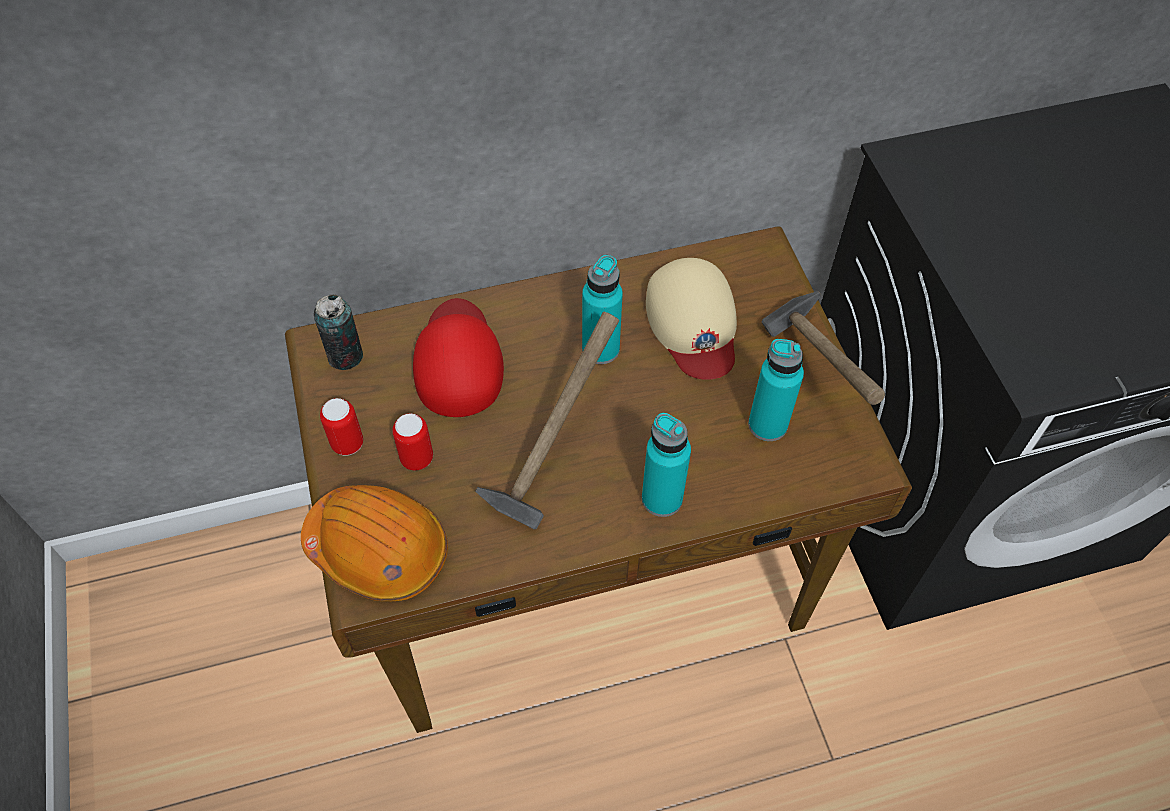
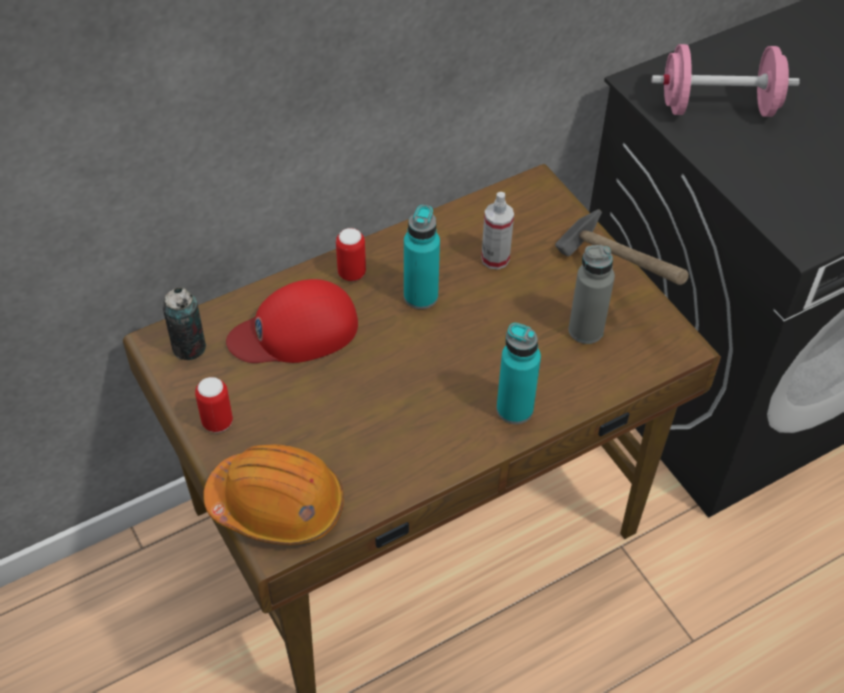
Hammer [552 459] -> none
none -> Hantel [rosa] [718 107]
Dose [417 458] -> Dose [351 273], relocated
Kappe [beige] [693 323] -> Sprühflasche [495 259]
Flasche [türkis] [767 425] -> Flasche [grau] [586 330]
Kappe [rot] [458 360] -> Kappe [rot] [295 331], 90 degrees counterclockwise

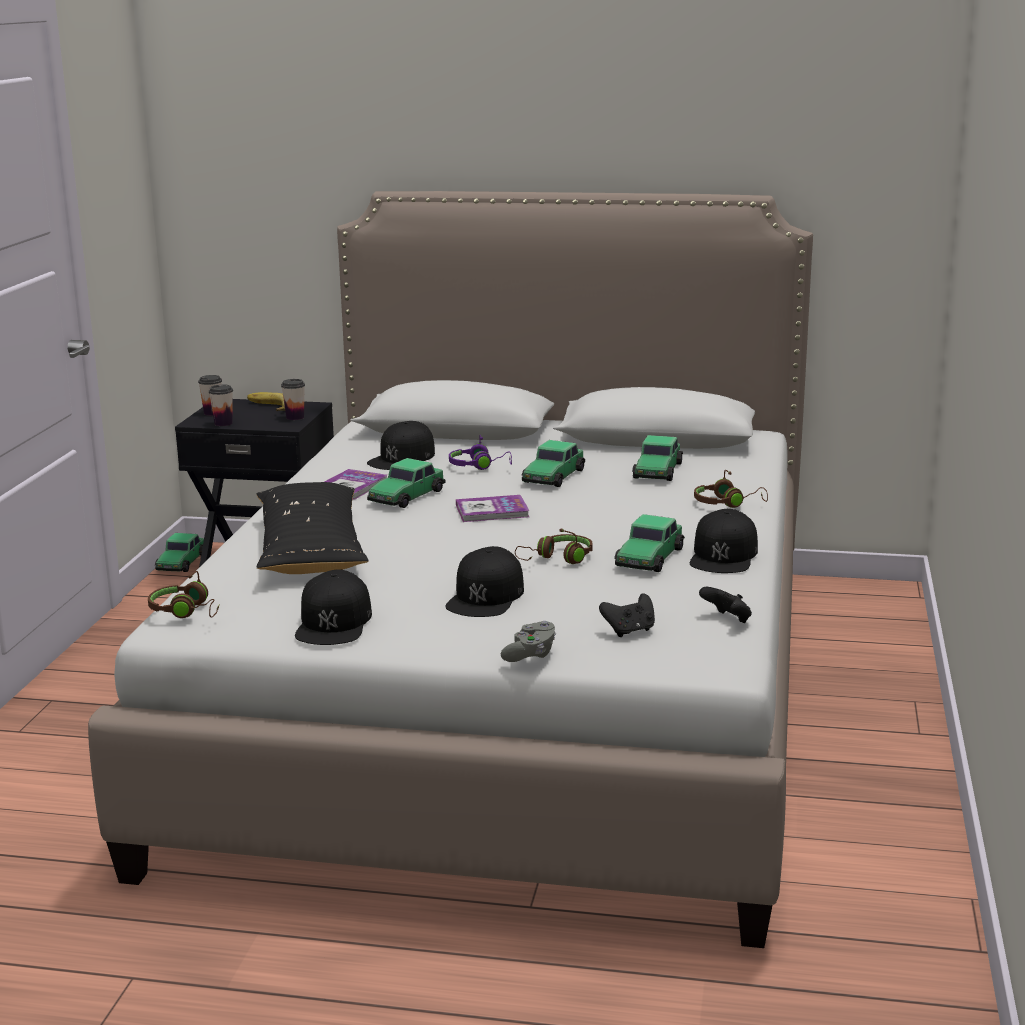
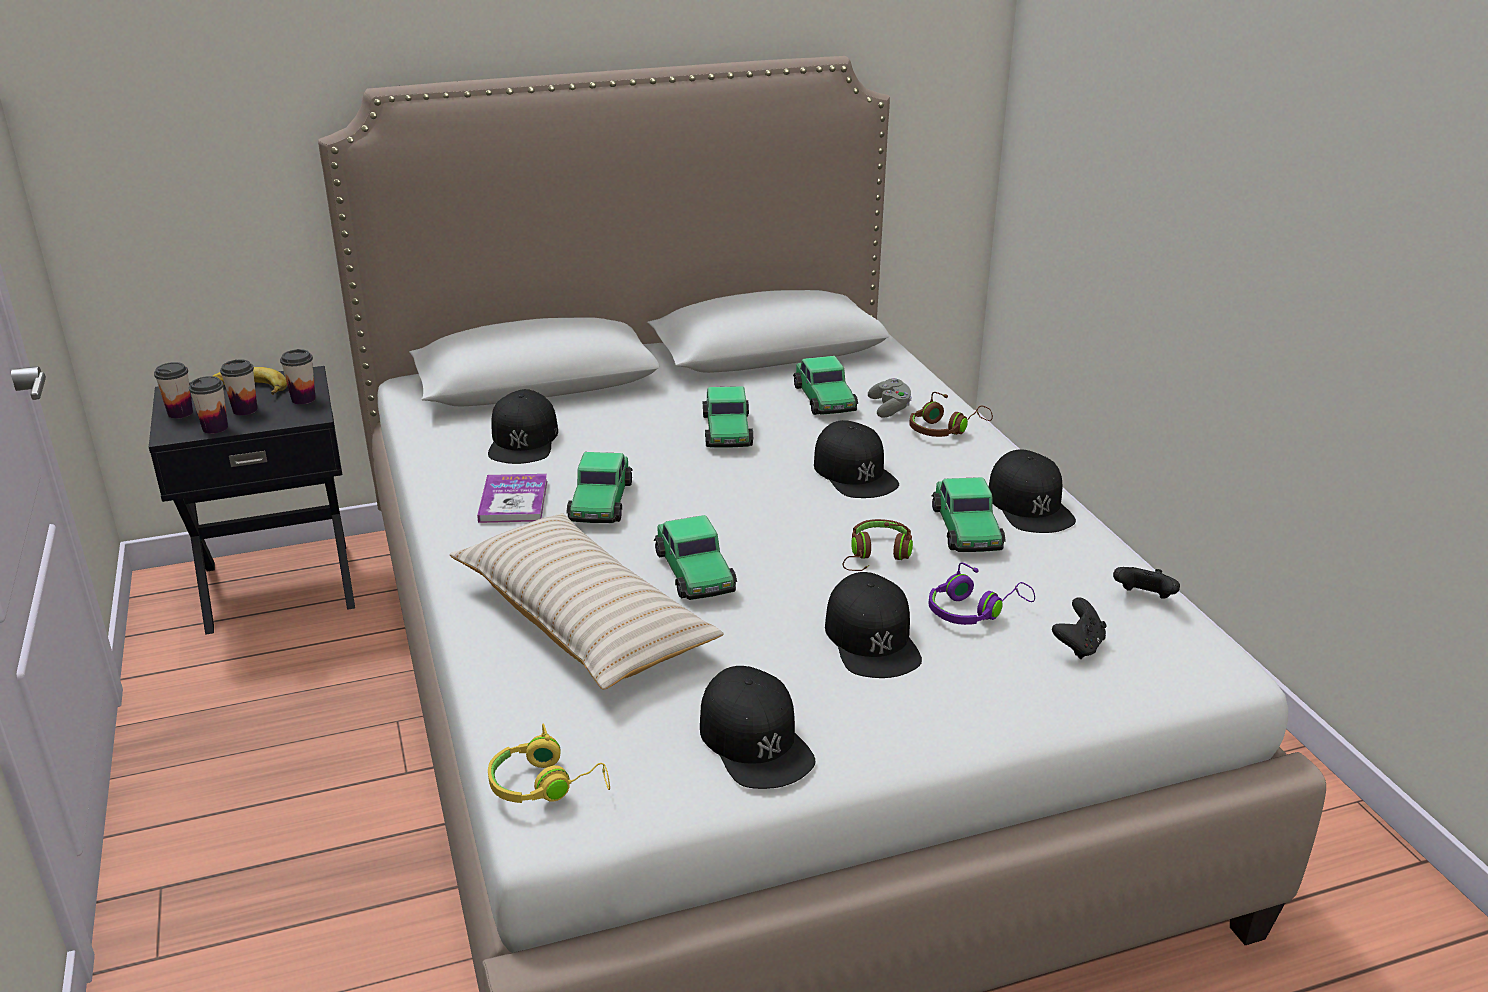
Buch [492 511] -> none
none -> Tasse [245 410]
none -> Kappe [schwarz] [855 472]
Spielzeugauto [181 563] -> Spielzeugauto [694 571], relocated
Kopfhörer [lila] [479 466] -> Kopfhörer [lila] [974 610], relocated
Gamepad [grau] [530 654] -> Gamepad [grau] [890 408], relocated
Kopfhörer [braun] [187 611] -> Kopfhörer [gelb] [547 784]
Kissen [schwarz] [310 549] -> Kissen [beige] [582 621]

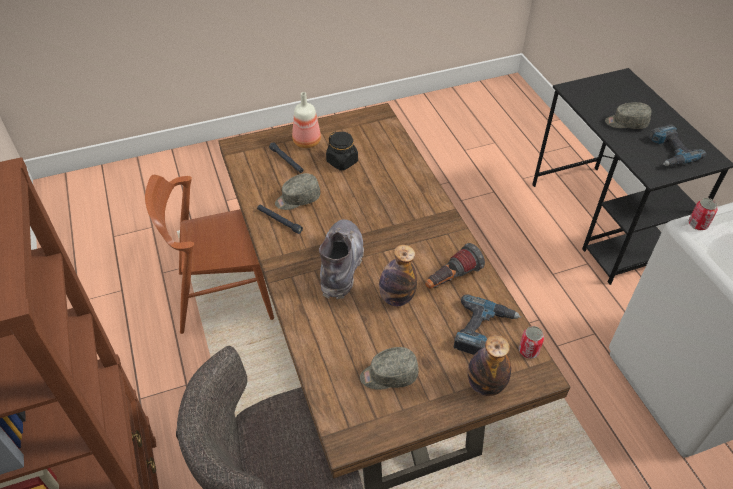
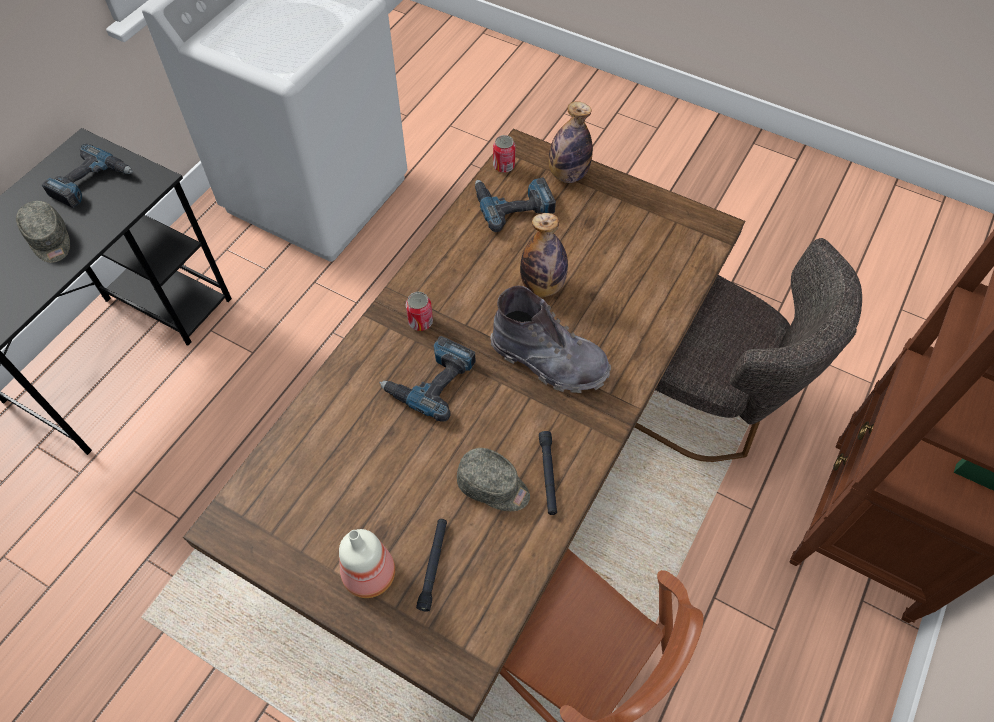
Vorratsglas [schwarz] [342 162] -> none
Kappe [grau] [388 375] -> none
Taschenlampe [451 279] -> none
none -> Bohrmaschine [431 380]
Dose [697 224] -> Dose [420 322], relocated
Stiefel [grau] [341 265] -> Stiefel [grau] [549 361], 120 degrees counterclockwise

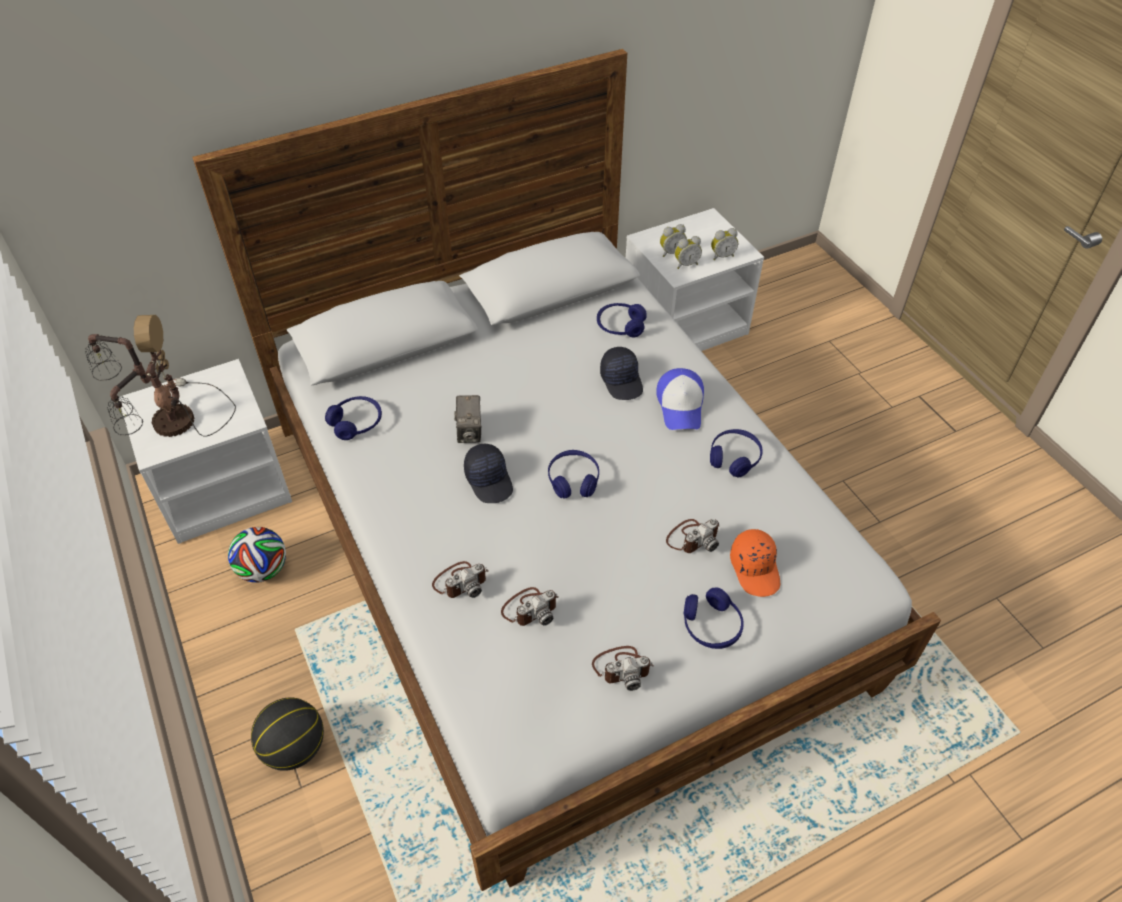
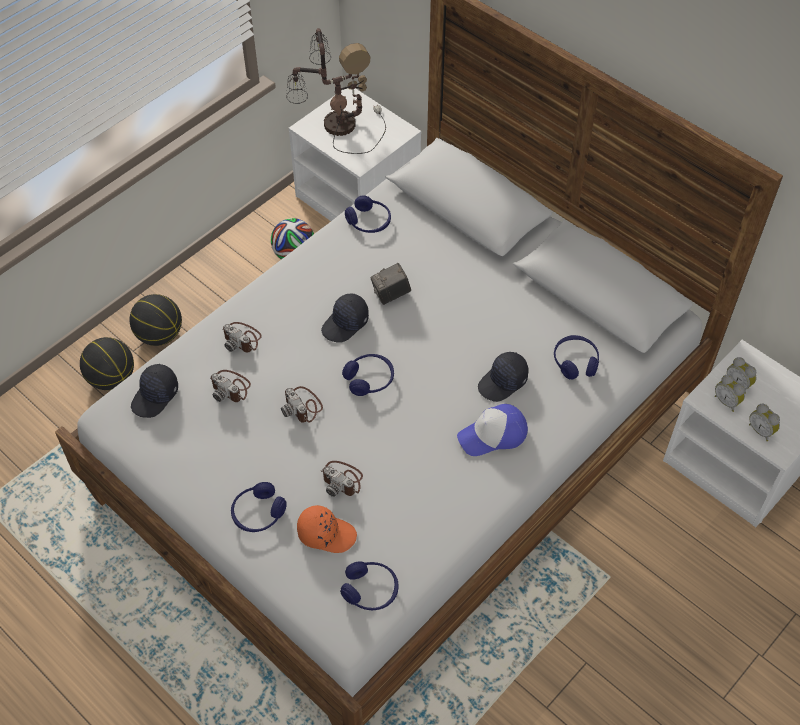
none -> Basketball [112 378]
none -> Kappe [schwarz] [155 396]
Kamera [622 667] -> Kamera [303 406], relocated
Kopfhörer [blau] [734 458] -> Kopfhörer [blau] [370 590], relocated
Kappe [orange] [755 569] -> Kappe [orange] [326 533], 135 degrees counterclockwise

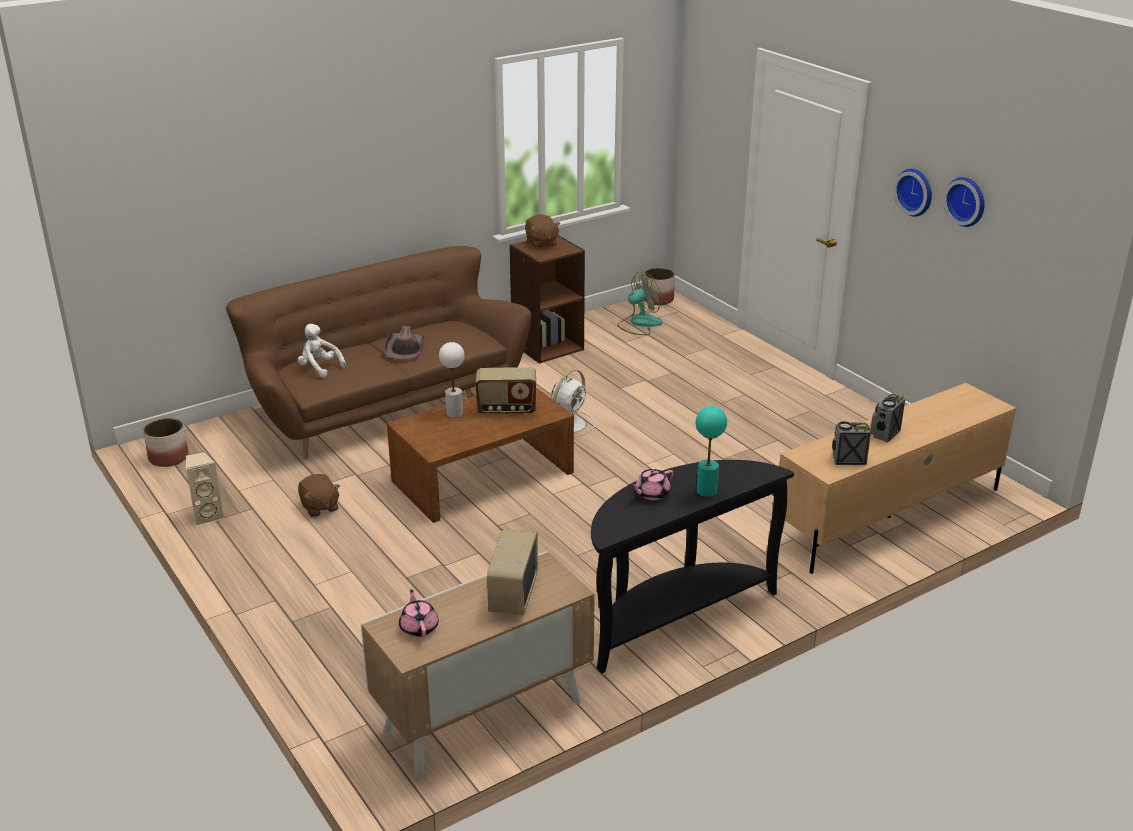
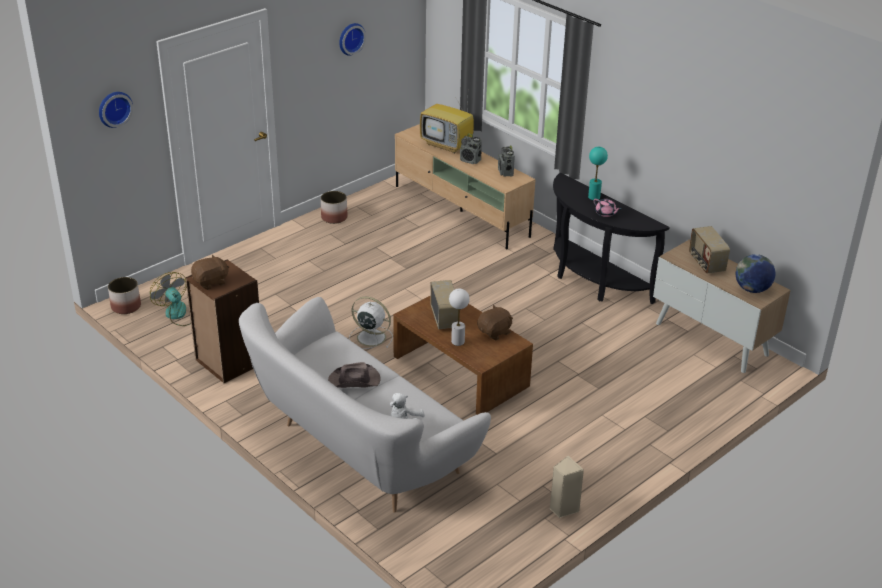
none -> Fernseher [447 145]
Pflanzkübel [168 457] -> Pflanzkübel [334 218], relocated
Plüschtier [braun] [319 507] -> Plüschtier [braun] [495 332], relocated
Wanduhr [916 191] -> Wanduhr [114 108], relocated
Teekanne [rosa] [419 627] -> Globus [752 289]
Sofa [braun] [384 406] -> Sofa [weiß] [357 443]
Radio [512 594] -> Radio [706 263], 75 degrees clockwise

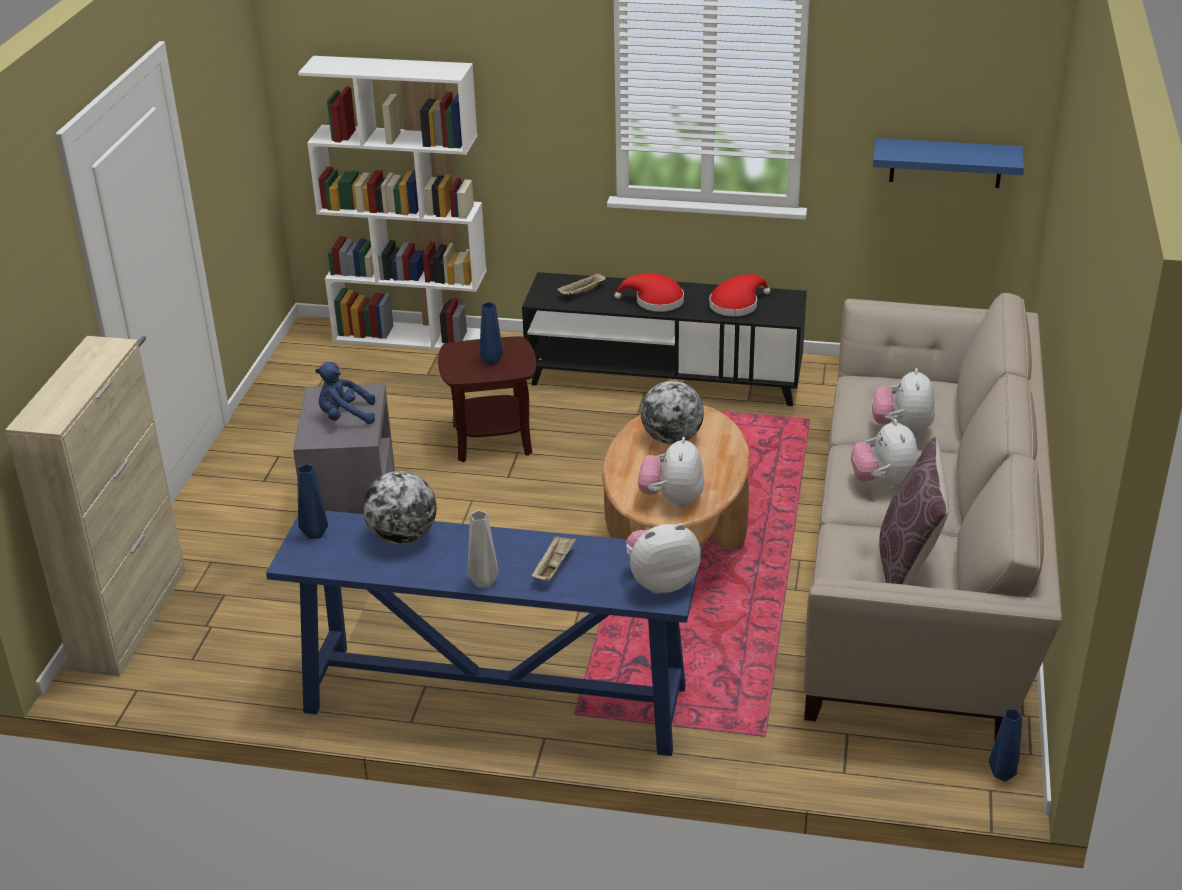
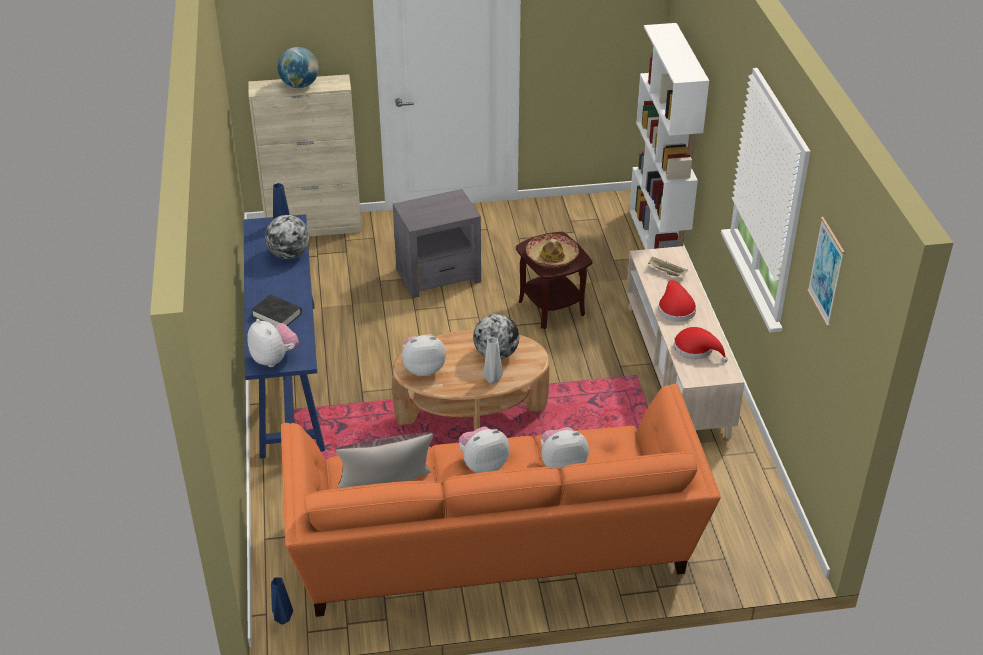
Plüschtier [blau] [345 417] -> none
Wandregal [blau] [946 163] -> none
none -> Globus [300 85]
none -> Bild [826 271]
Vase [grau] [484 583] -> Vase [grau] [491 380], relocated
Vase [blau] [493 361] -> Hut [552 256]
Tablett [beige] [554 567] -> Buch [schwarz] [277 315]
Fernsehschrank [schwarz] [664 378] -> Fernsehschrank [beige] [676 369]
Sofa [beige] [923 571] -> Sofa [orange] [493 549]

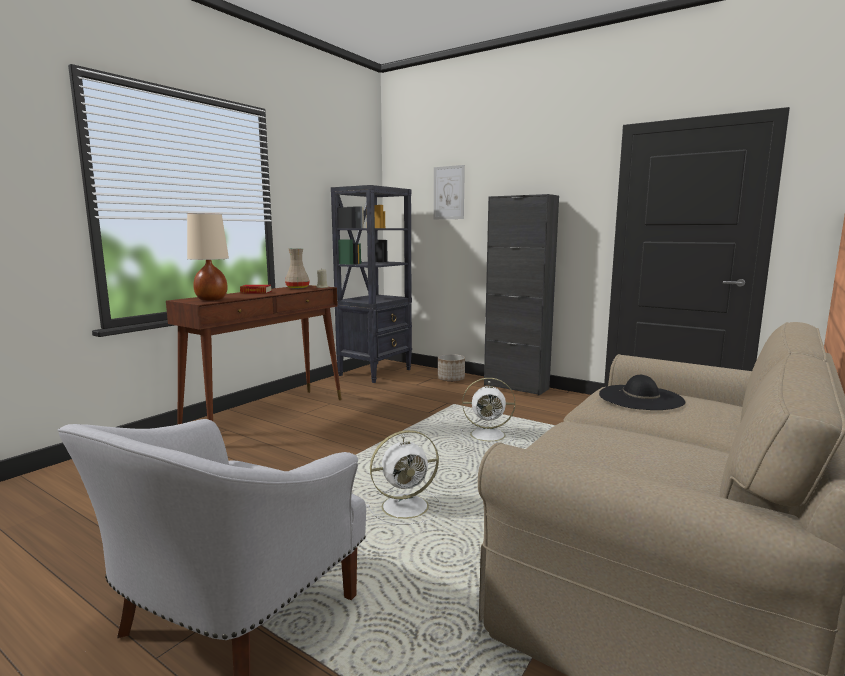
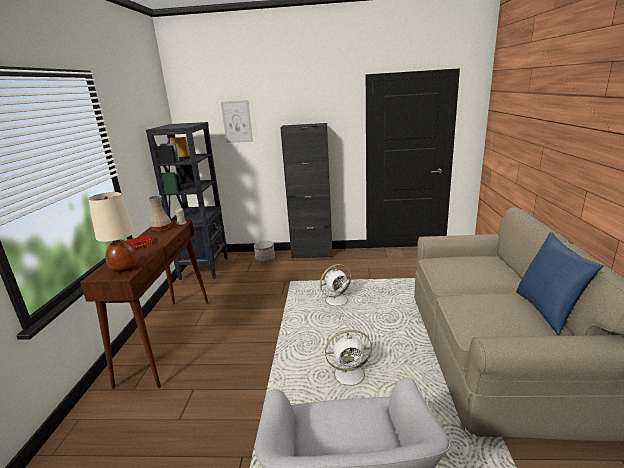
Hut [schwarz] [641 398] -> none
none -> Kissen [blau] [547 311]
Ventilator [weiß] [407 506] -> Ventilator [weiß] [350 374], 45 degrees clockwise

